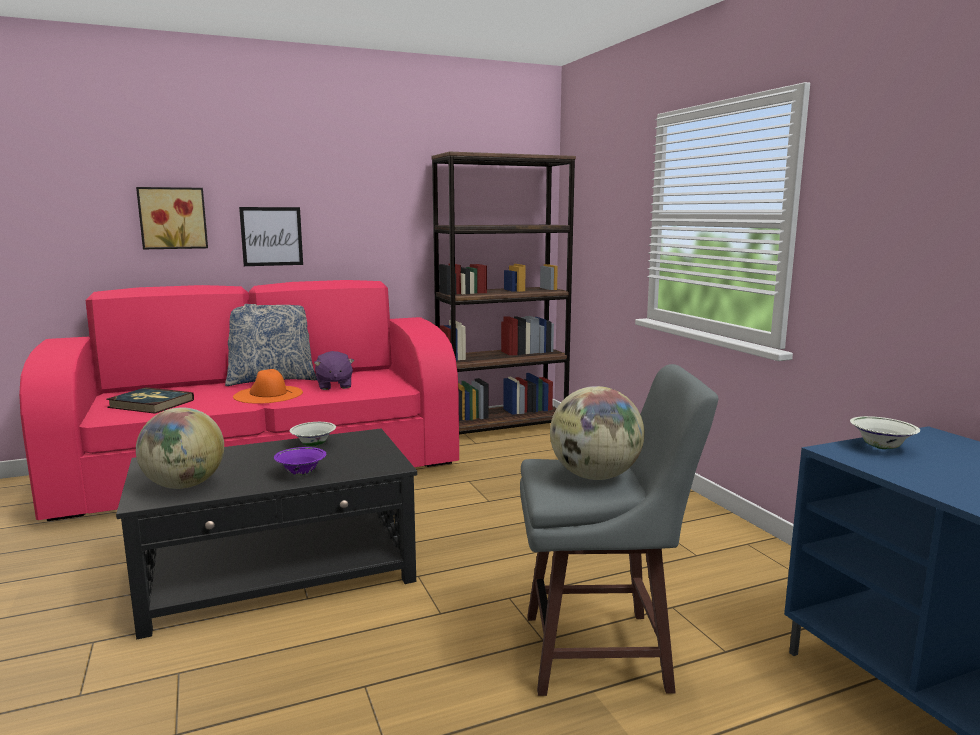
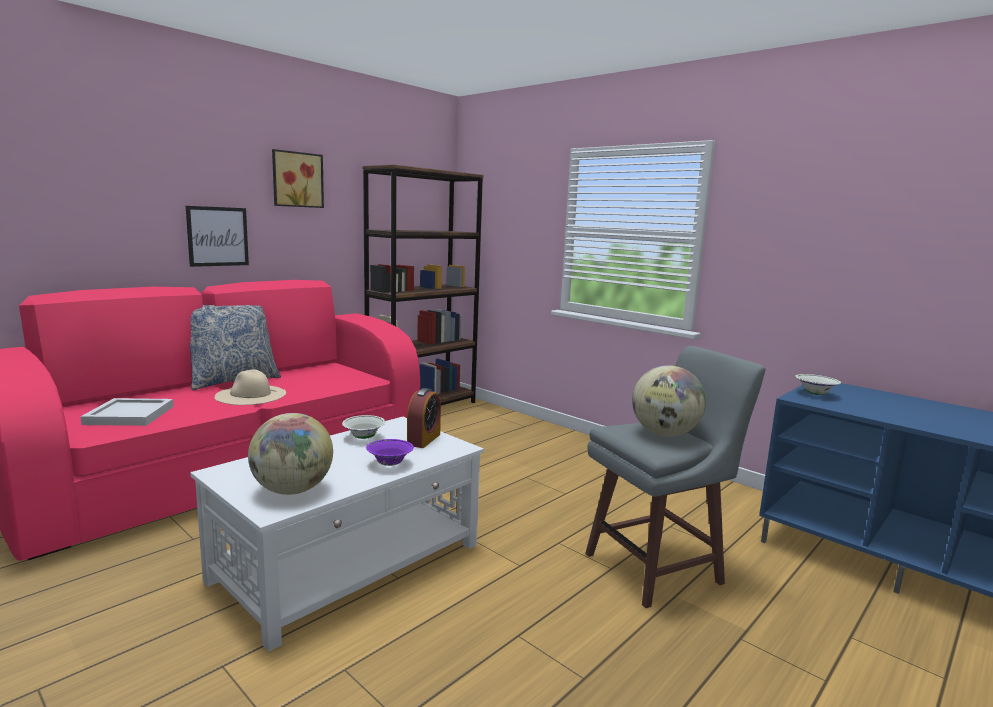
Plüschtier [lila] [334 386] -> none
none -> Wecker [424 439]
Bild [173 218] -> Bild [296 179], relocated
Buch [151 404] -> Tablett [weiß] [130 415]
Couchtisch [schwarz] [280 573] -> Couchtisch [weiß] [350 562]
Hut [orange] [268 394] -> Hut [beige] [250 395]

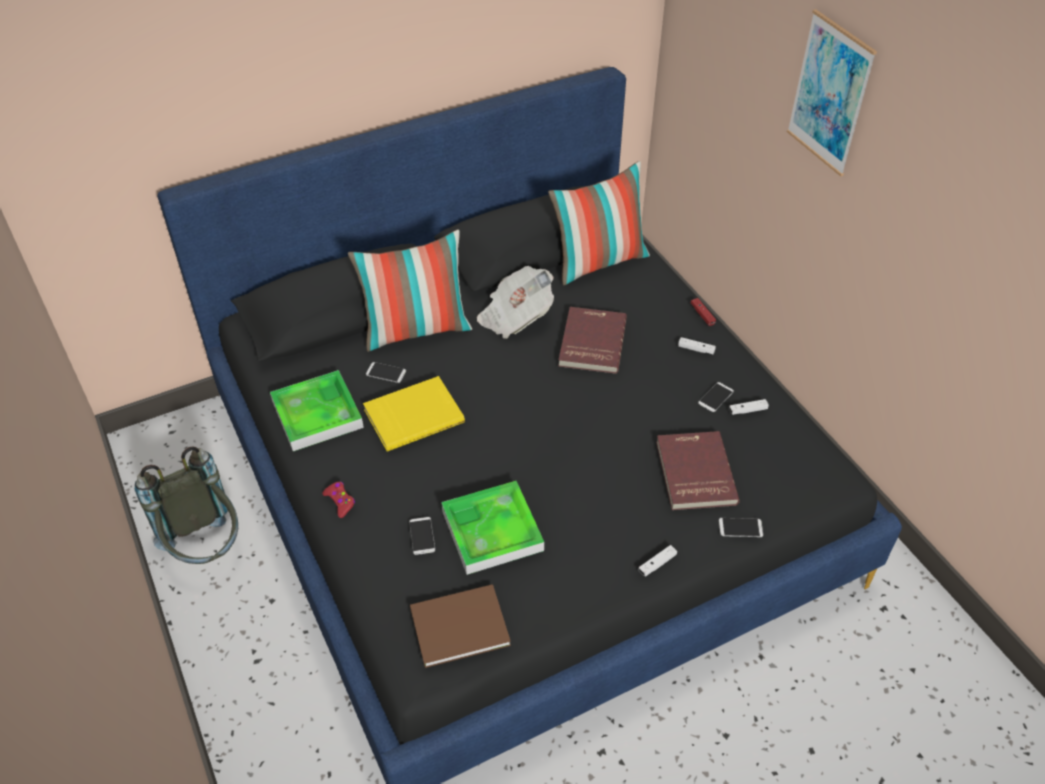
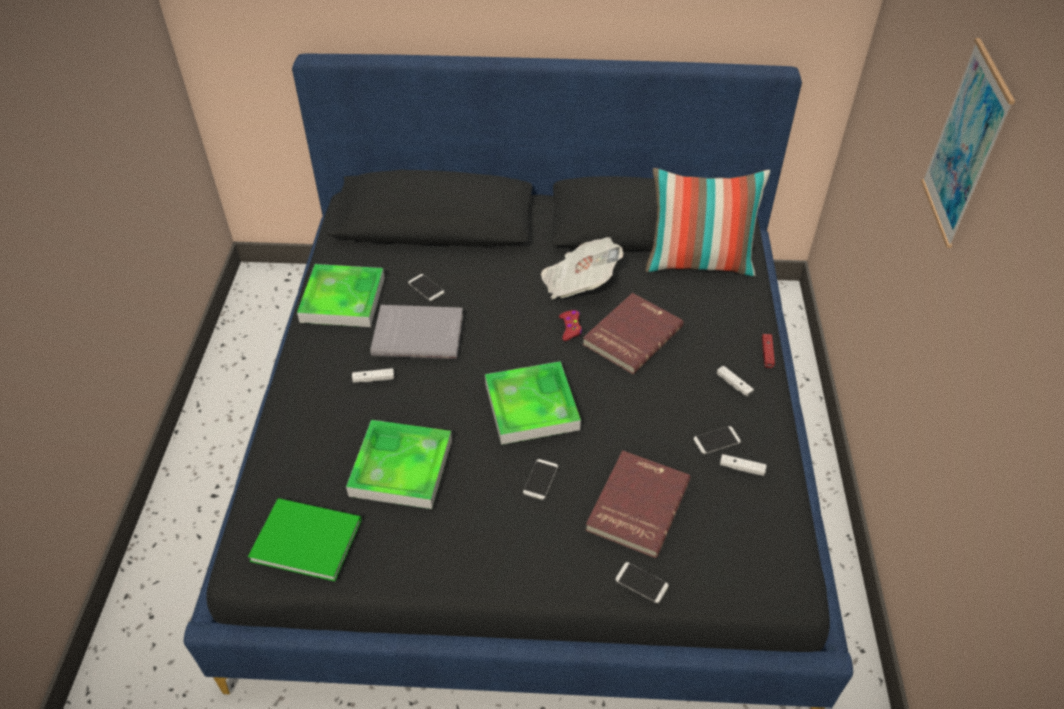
Rucksack [grau] [207 550] -> none
Kissen [416 329] -> none
none -> Tablett [531 406]
Gamepad [rot] [340 501] -> Gamepad [rot] [570 328], relocated
Handy [422 536] -> Handy [540 479], relocated
Gamepad [weiß] [657 564] -> Gamepad [weiß] [373 379], relocated
Buch [gelb] [413 415] -> Buch [grau] [418 334]
Buch [braun] [456 625] -> Buch [grün] [305 537]

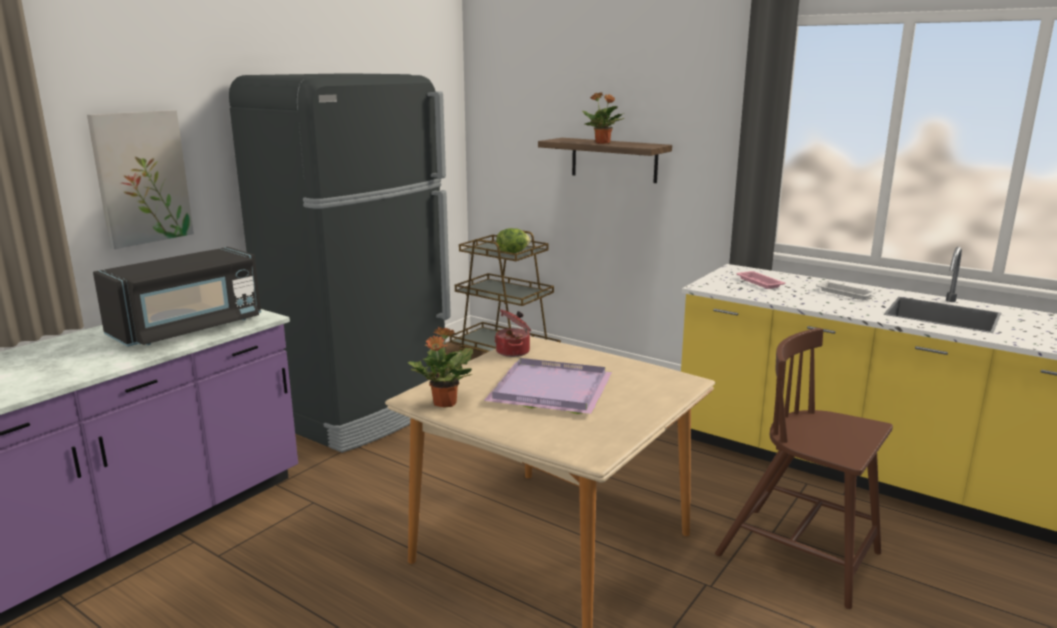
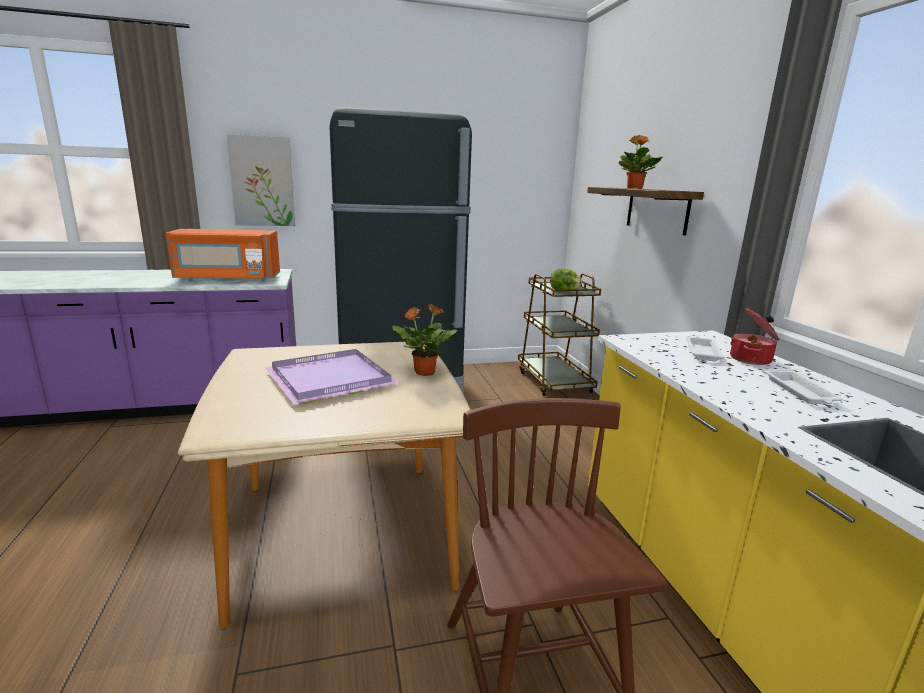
Topfpflanze [444 403] -> Topfpflanze [423 372], relocated
Kochtopf [514 351] -> Kochtopf [751 359], relocated
Mikrowelle [schwarz] [188 329] -> Mikrowelle [orange] [227 279]
Tablett [rosa] [759 282] -> Tablett [weiß] [702 352]

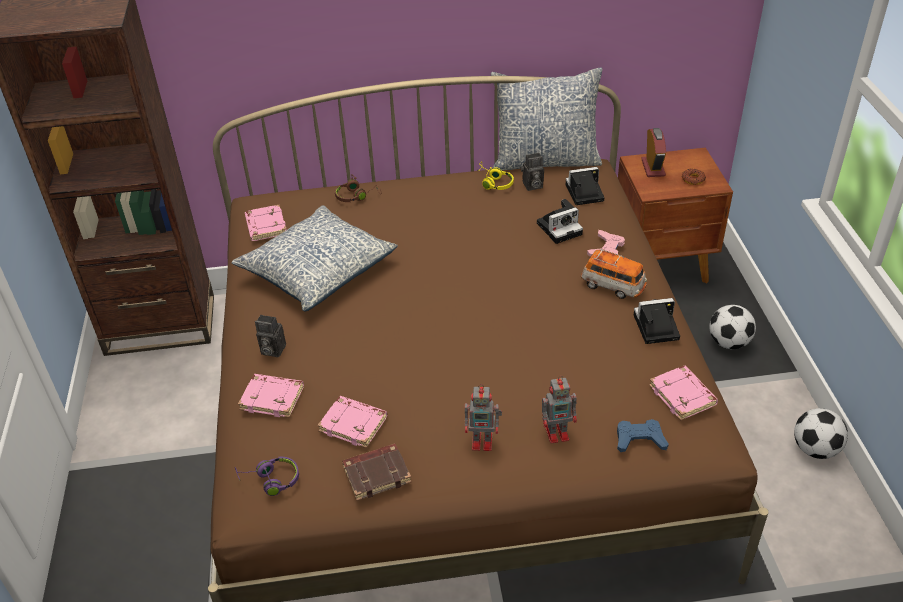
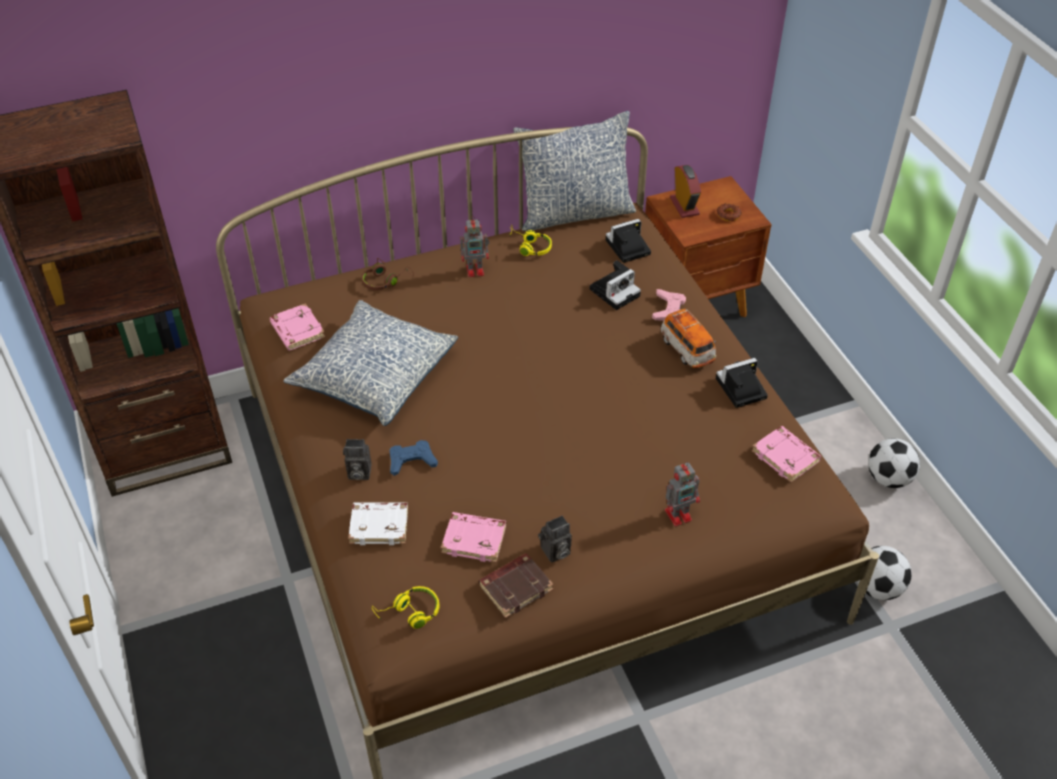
Spielzeugroboter [483 441] -> Spielzeugroboter [476 270], relocated
Kamera [532 186] -> Kamera [555 552], relocated
Gamepad [blau] [639 439] -> Gamepad [blau] [411 461], relocated
Fußball [728 342] -> Fußball [877 588], relocated
Kopfhörer [lila] [270 480] -> Kopfhörer [gelb] [409 613]
Buch [rosa] [273 398] -> Buch [weiß] [380 525]
Spielzeugauto [613 286] -> Spielzeugauto [687 350], 45 degrees clockwise

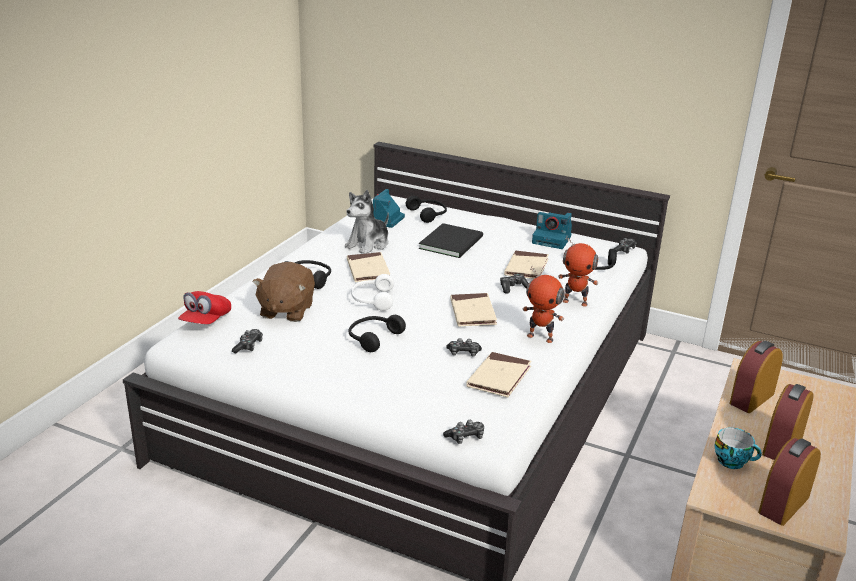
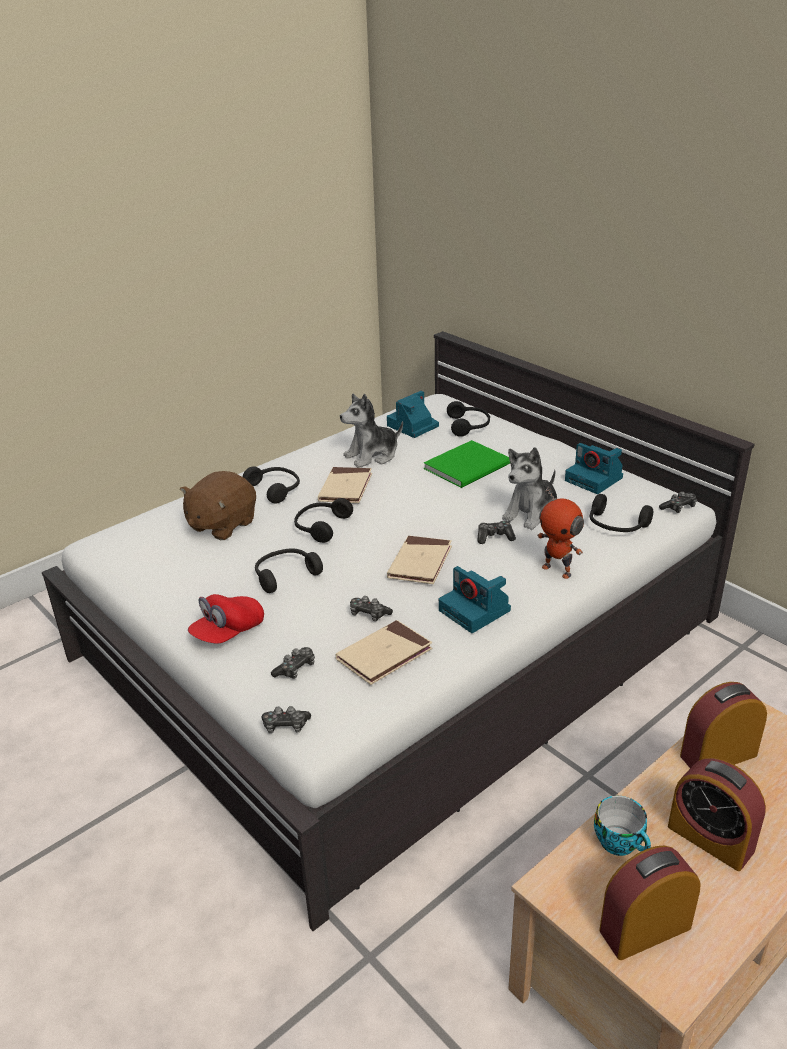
Kappe [rot] [206 321] -> Kappe [rot] [228 632], relocated
Gamepad [248 346] -> Gamepad [295 669], relocated
Buch [beige] [526 268] -> Plüschtier [532 513]
Spielzeugroboter [540 337] -> Kamera [476 611]
Kopfhörer [weiß] [372 300] -> Kopfhörer [schwarz] [320 526]
Buch [schwarz] [453 242] -> Buch [grün] [470 466]
Wecker [782 446] -> Wecker [710 838], 105 degrees counterclockwise

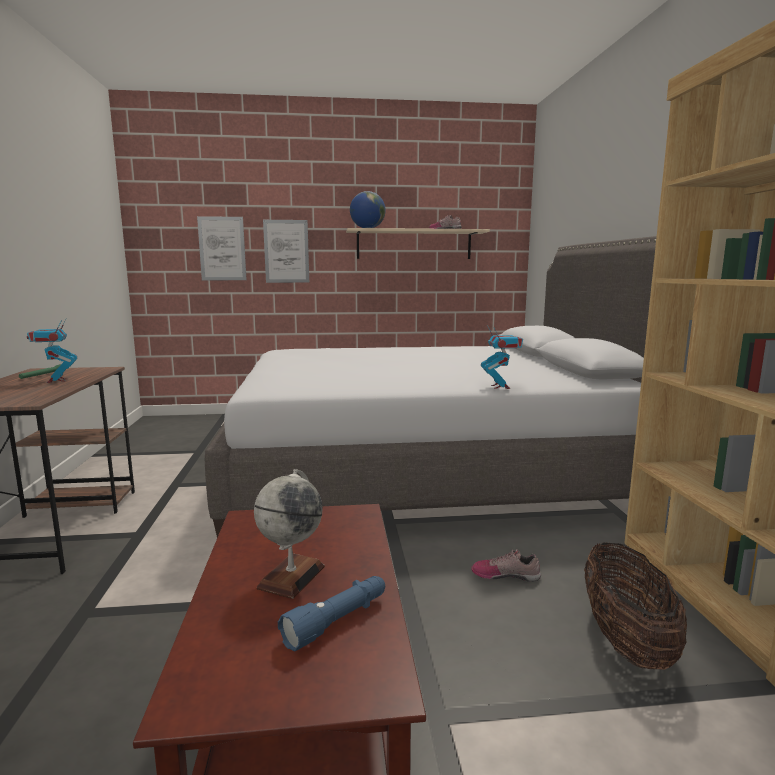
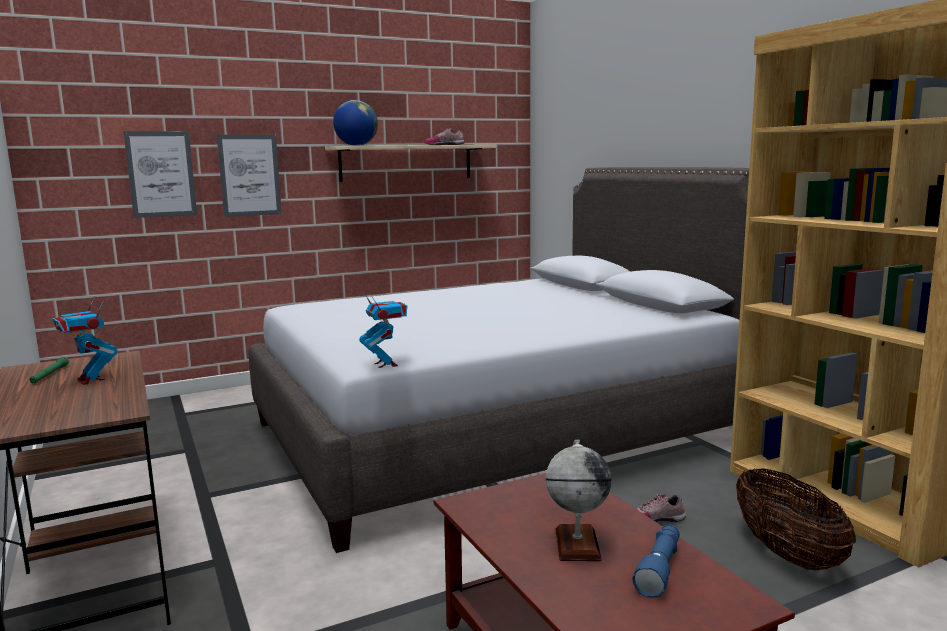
Spielzeugroboter [500 387] -> Spielzeugroboter [385 364], relocated

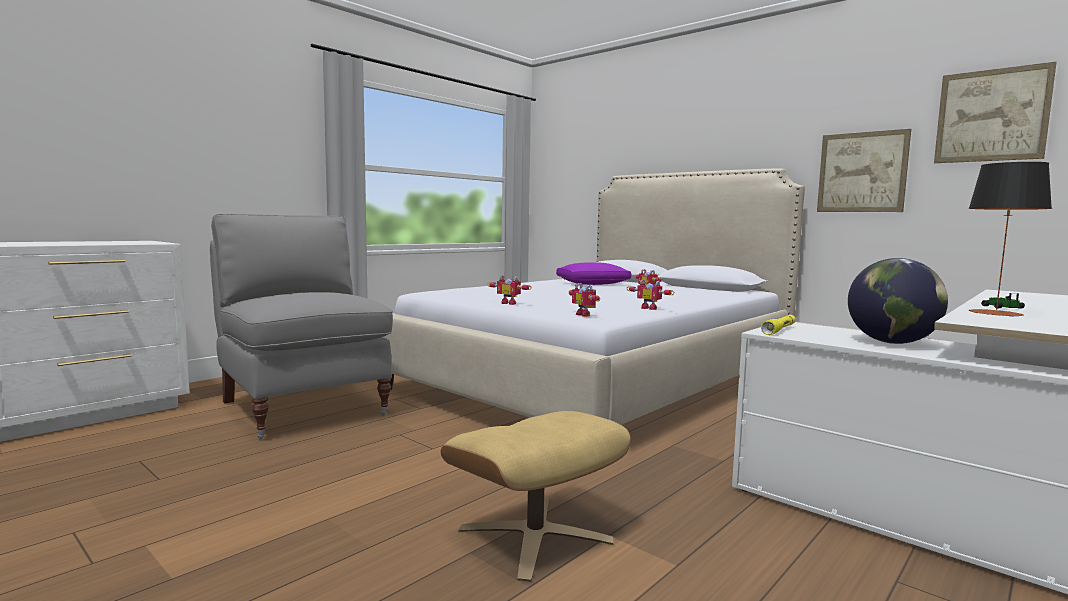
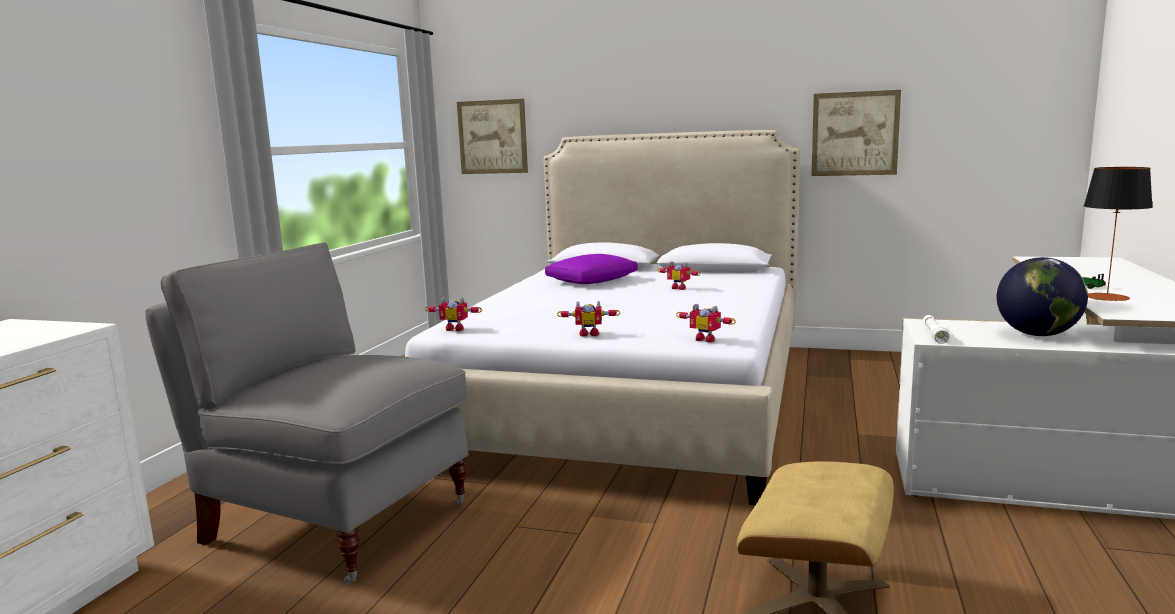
Spielzeugroboter [650 308] -> Spielzeugroboter [456 329], relocated
Bild [991 115] -> Bild [492 137], relocated
Taschenlampe [gelb] [779 330] -> Taschenlampe [weiß] [934 334]

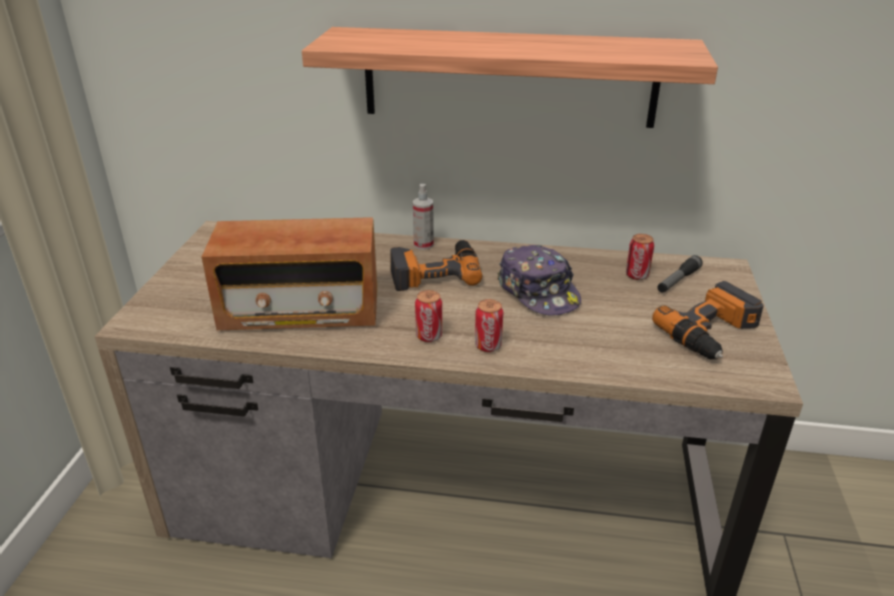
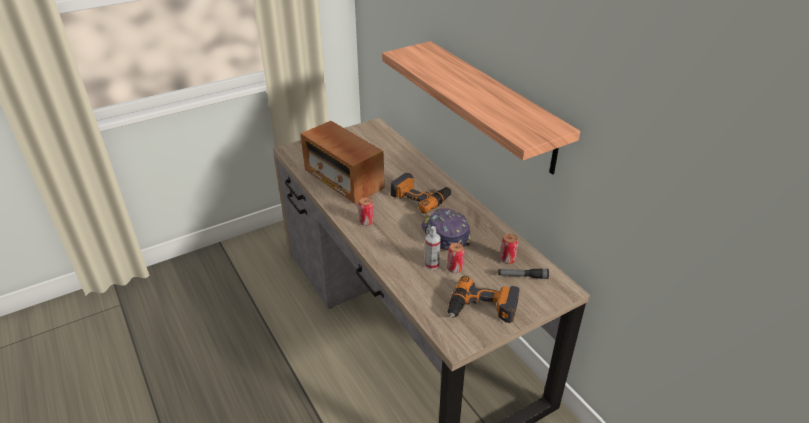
Sprühflasche [423 244] -> Sprühflasche [432 264], relocated
Dose [488 346] -> Dose [455 269], relocated
Kappe [538 292] -> Kappe [445 235], 135 degrees clockwise

